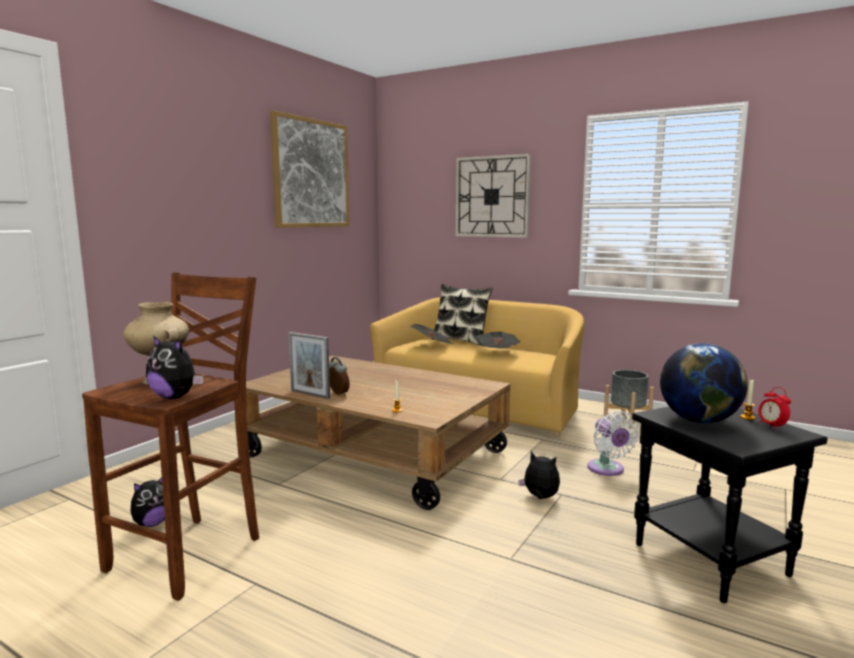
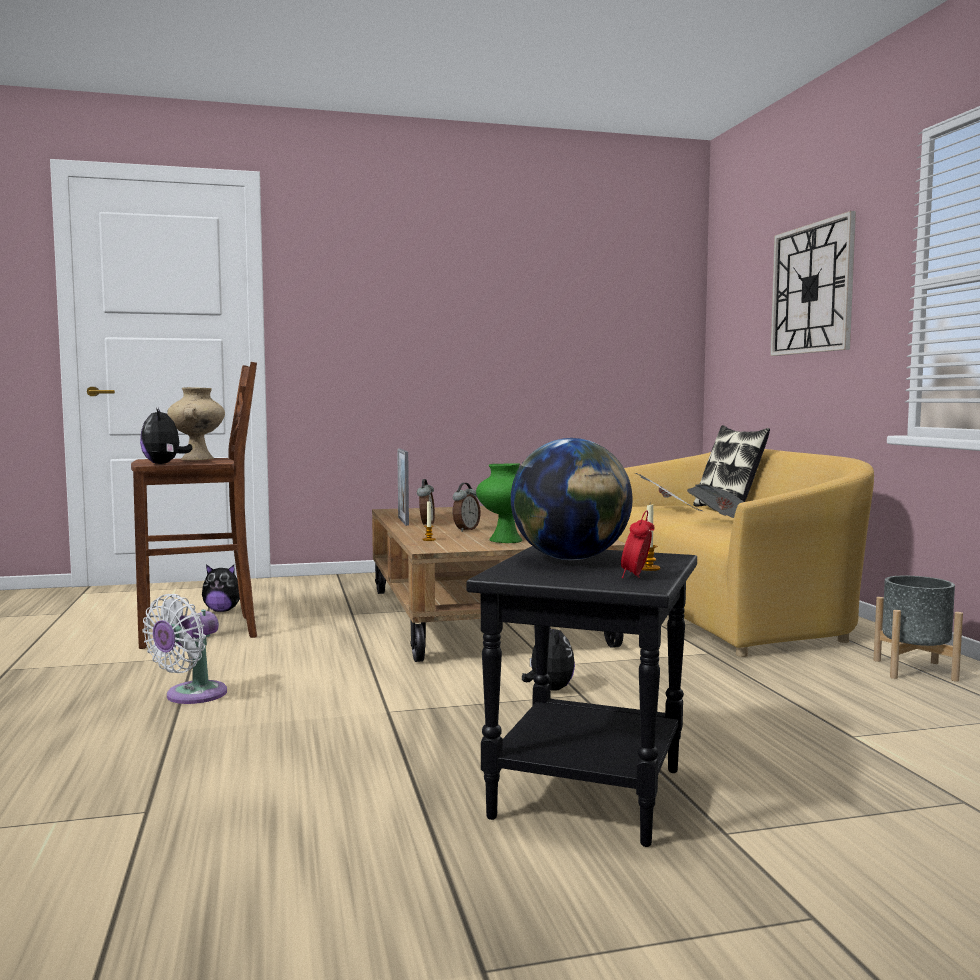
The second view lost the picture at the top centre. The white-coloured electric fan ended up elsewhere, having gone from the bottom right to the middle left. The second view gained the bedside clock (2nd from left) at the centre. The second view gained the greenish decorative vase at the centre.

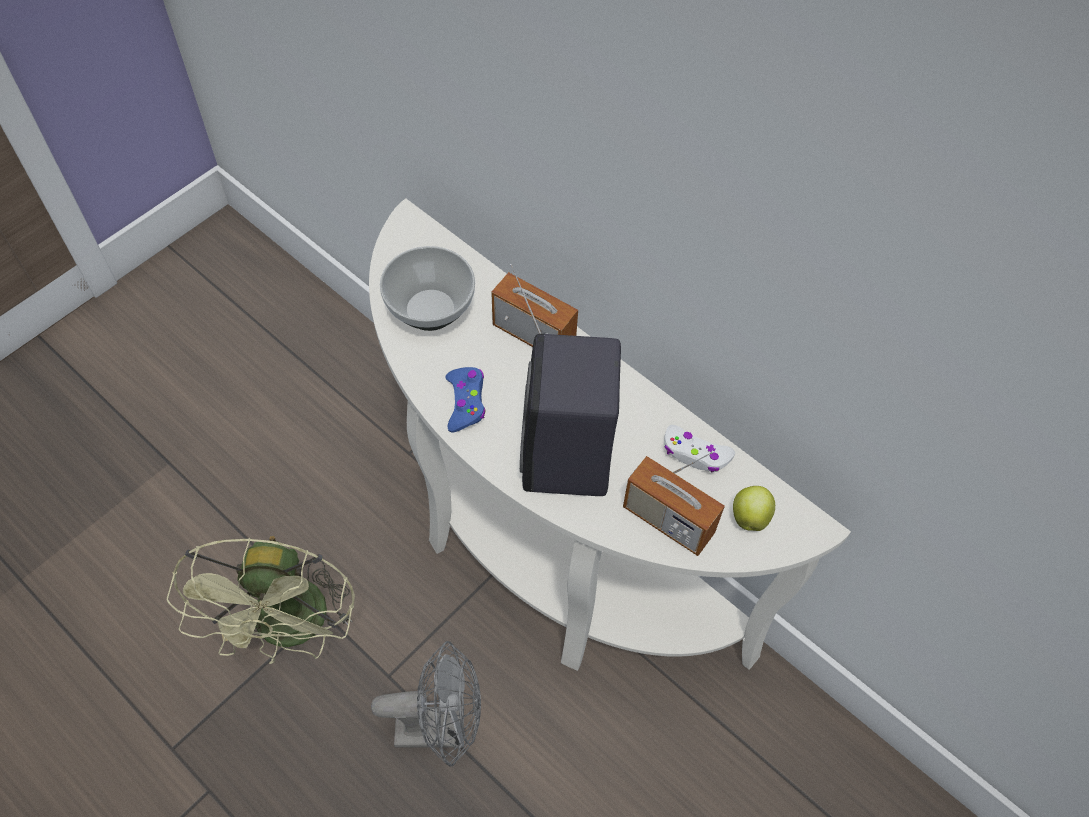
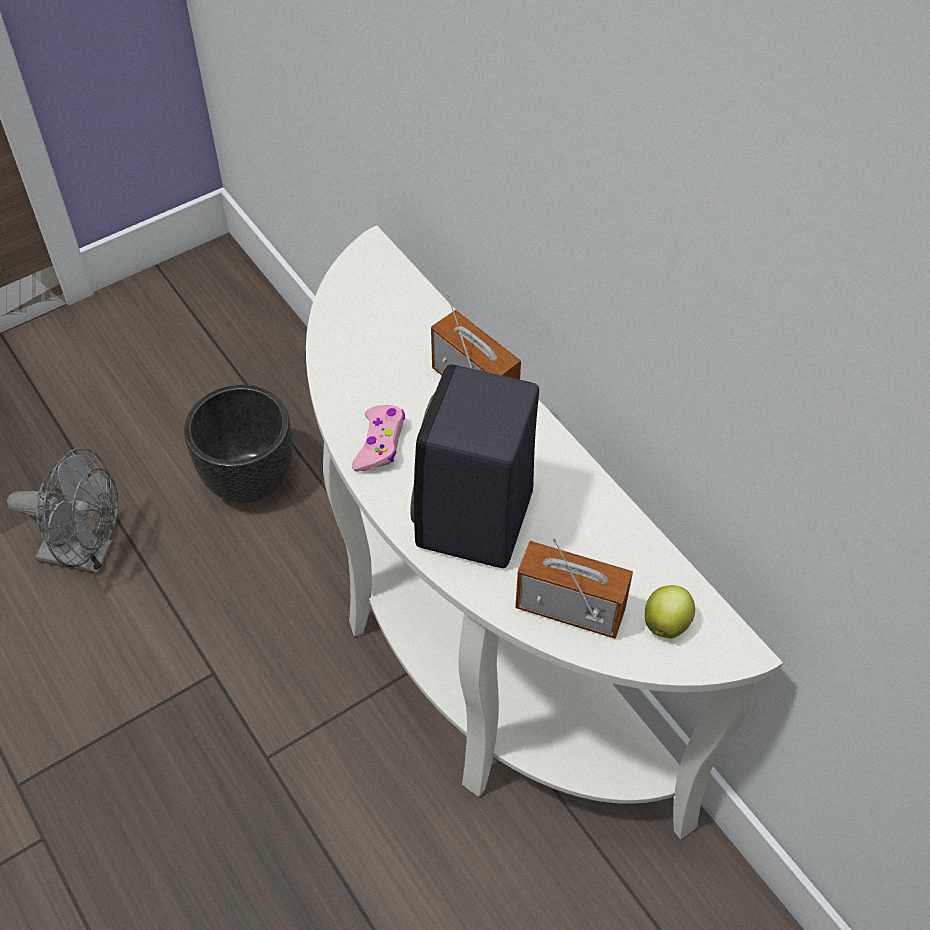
The second view lost the greenish electric fan at the bottom left. The grey electric fan ended up elsewhere, having gone from the bottom centre to the middle left. The second view lost the deep dish at the centre. What was the blue-coloured joypad at the centre turned into the pinkish joypad at the centre. The radio set (2nd from left) at the centre ended up facing another way, 150 degrees clockwise from before. The second view lost the white-coloured joypad at the centre. The second view gained the blackish plant pot at the middle left.

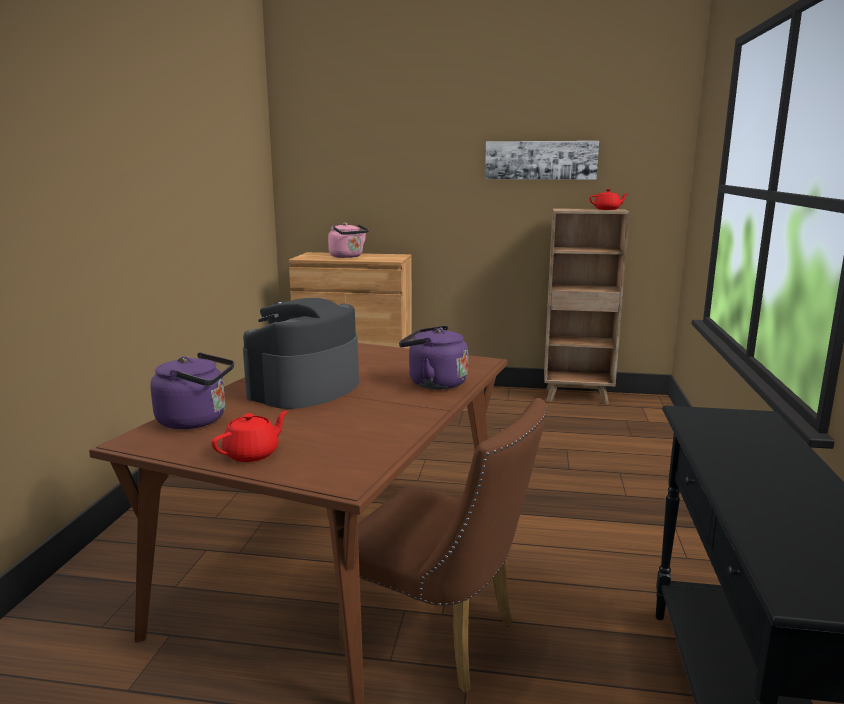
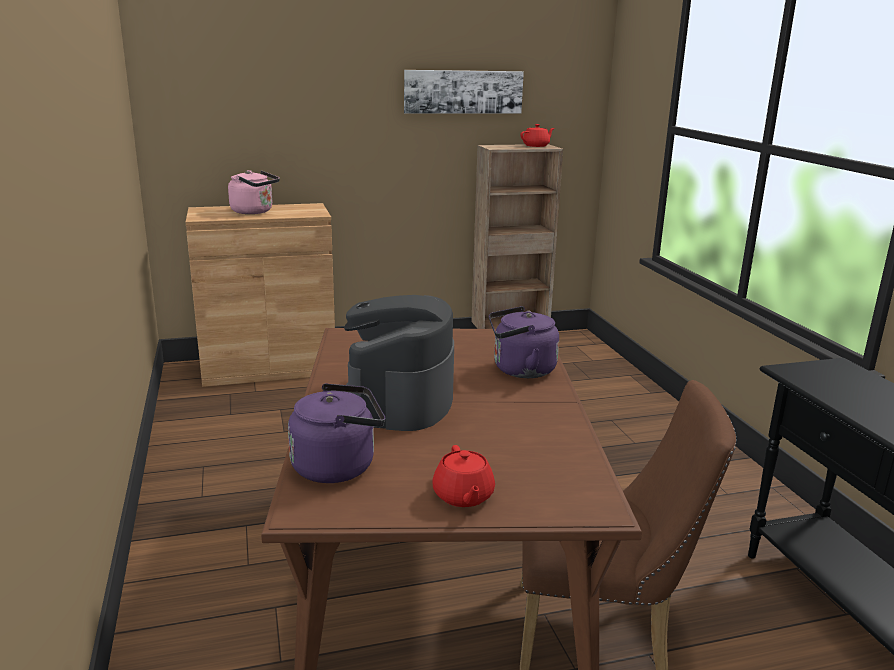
The reddish teapot (1st from left) at the middle left ended up facing another way, 150 degrees clockwise from before.

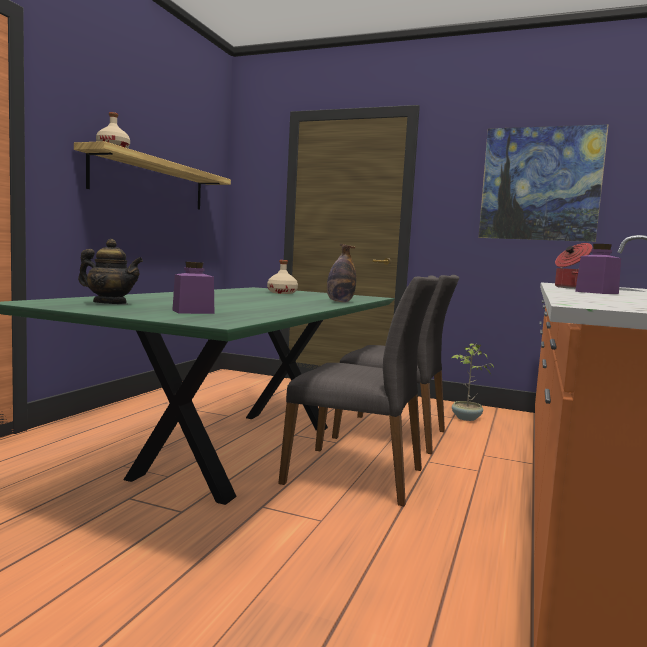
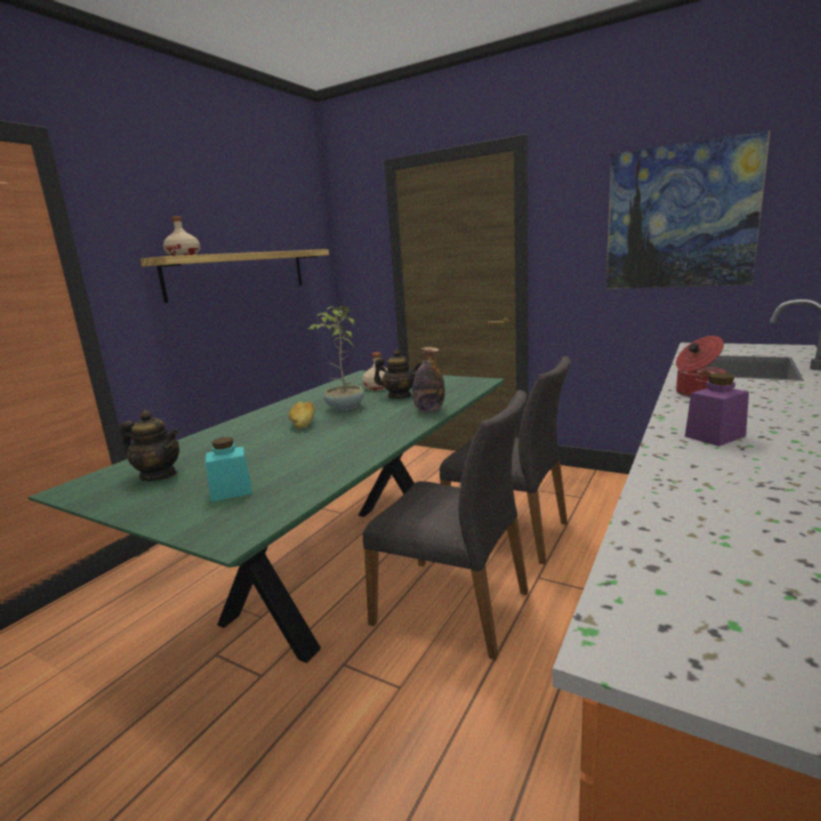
What was the purple-coloured jar (1st from left) at the middle left turned into the turquoise jar at the middle left. The houseplant ended up elsewhere, having gone from the middle right to the centre. The second view gained the baked bread at the centre. The second view gained the teapot (2nd from left) at the centre.

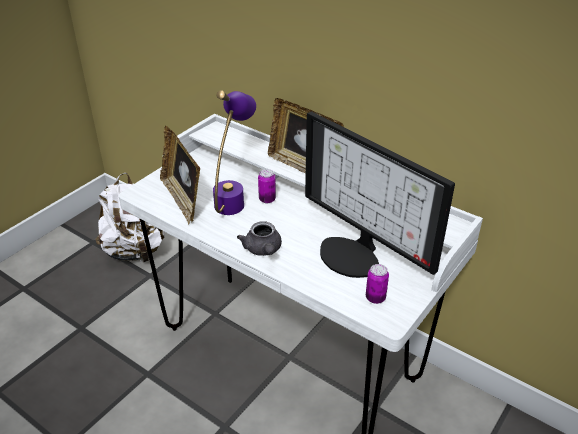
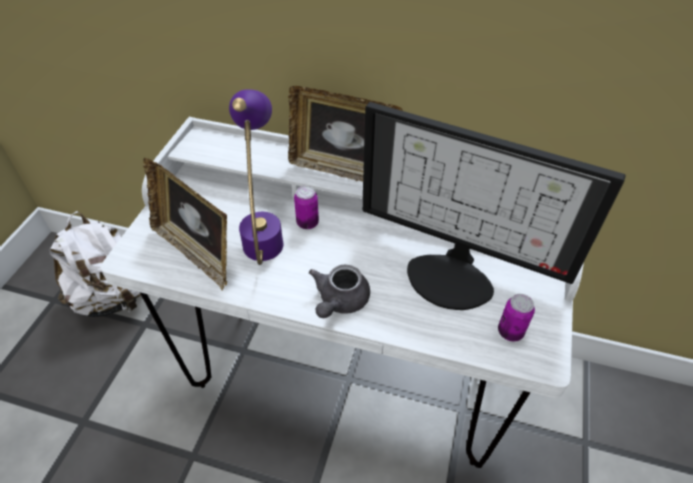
The grey teapot at the centre ended up facing another way, 60 degrees clockwise from before.

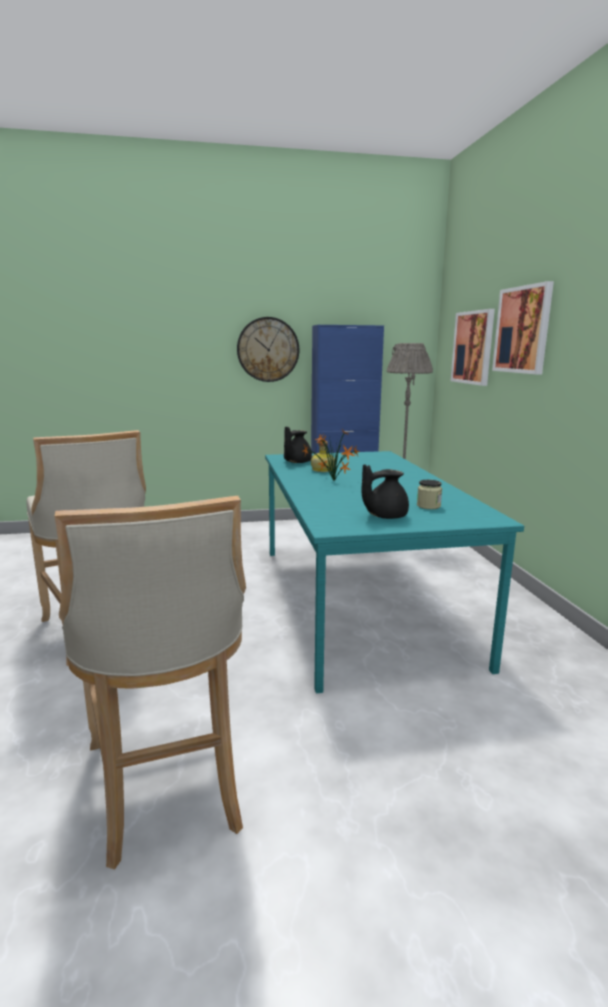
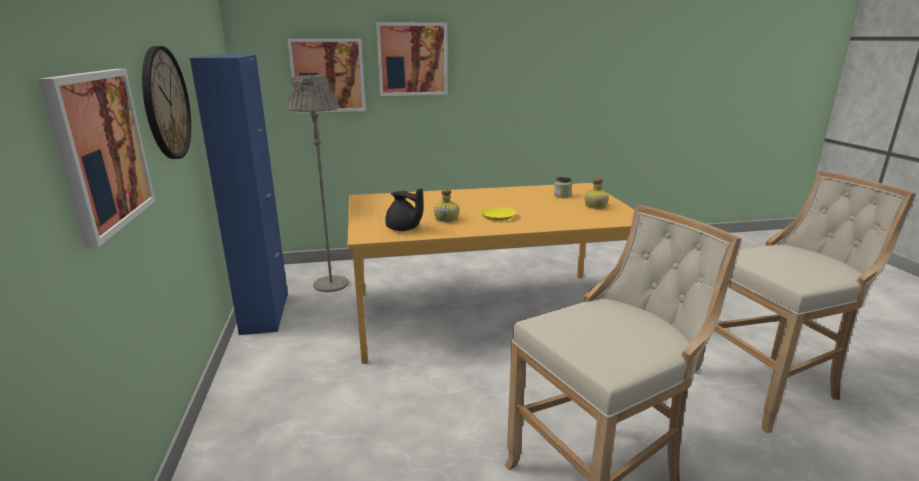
What was the turquoise kitchen table at the centre turned into the orange kitchen table at the centre. Where the houseplant stood at the centre, the yellow-coloured flat dish came to stand at the centre. Where the blackish teapot (2nd from left) stood at the centre, the beverage bottle (2nd from left) came to stand at the centre. The second view gained the picture (1st from left) at the top left.

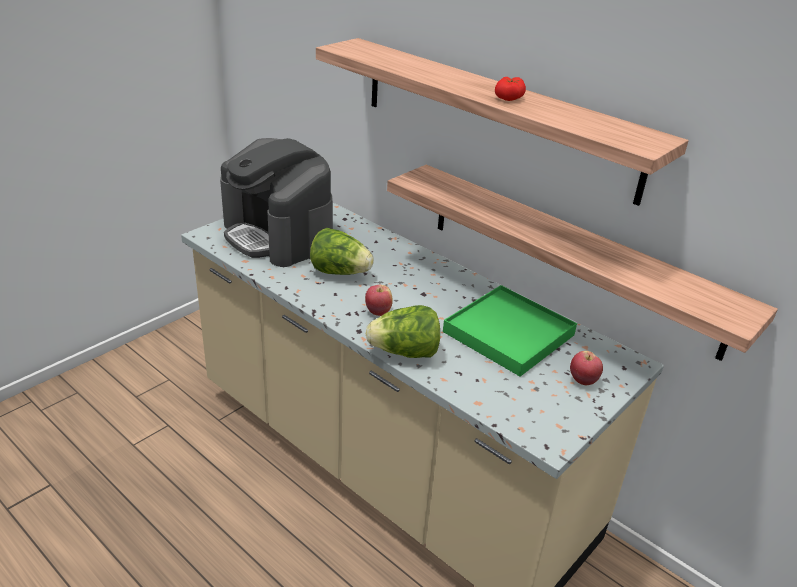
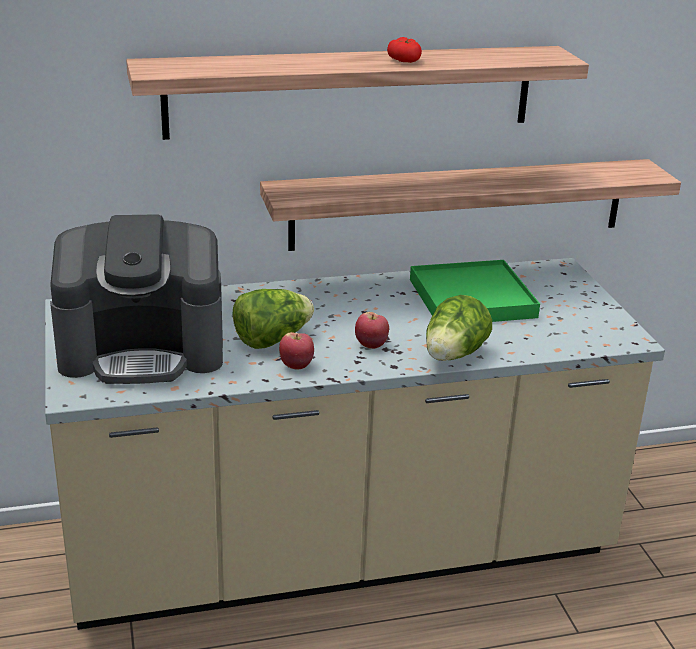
The apple fruit (2nd from left in the first image) ended up elsewhere, having gone from the middle right to the centre.

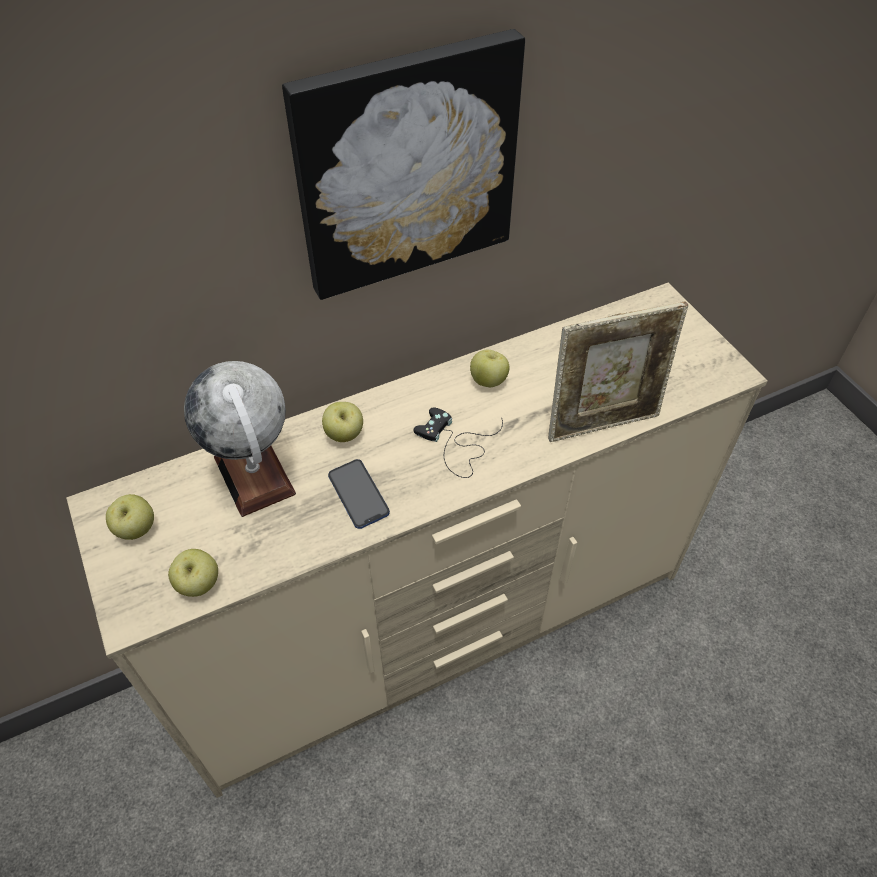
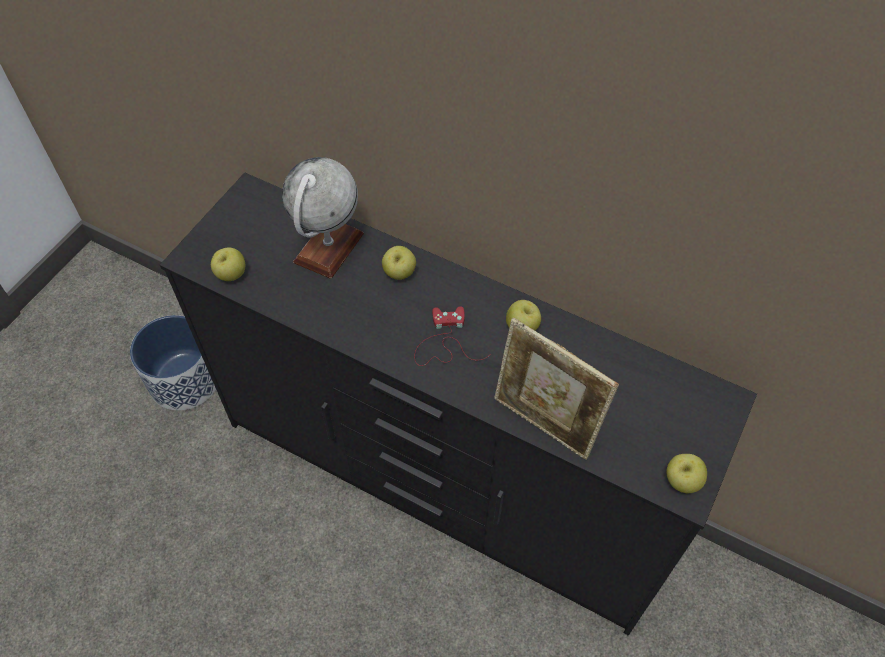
What was the sand-coloured drawer chest at the centre turned into the blackish drawer chest at the centre. The apple fruit (1st from left in the first image) ended up elsewhere, having gone from the middle left to the bottom right. The second view lost the picture at the top centre. The second view lost the handset at the centre. What was the blackish joypad at the centre turned into the reddish joypad at the centre. The second view gained the plant pot at the middle left.

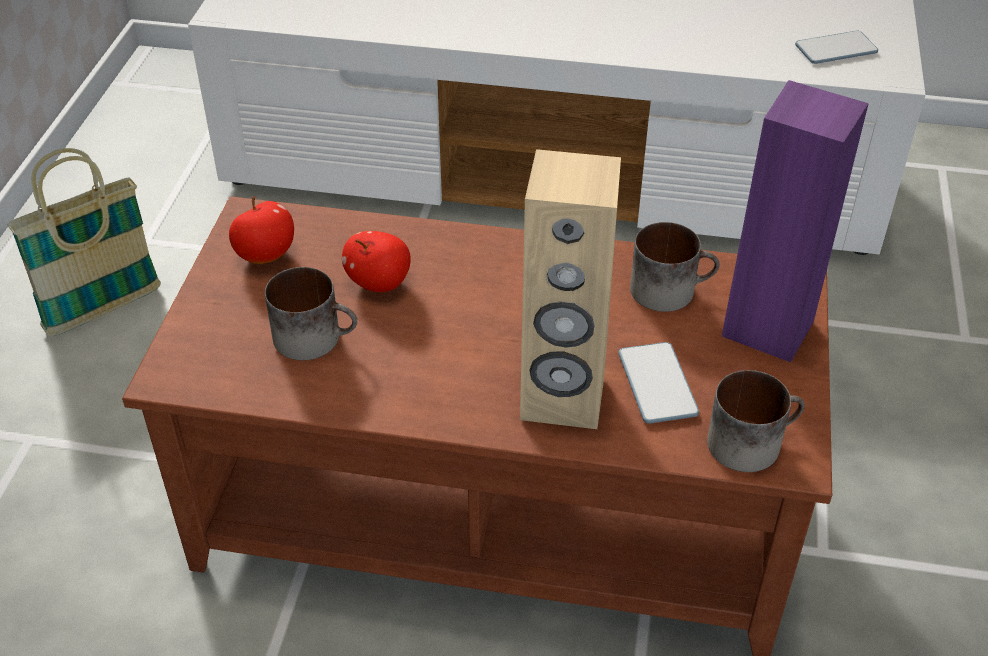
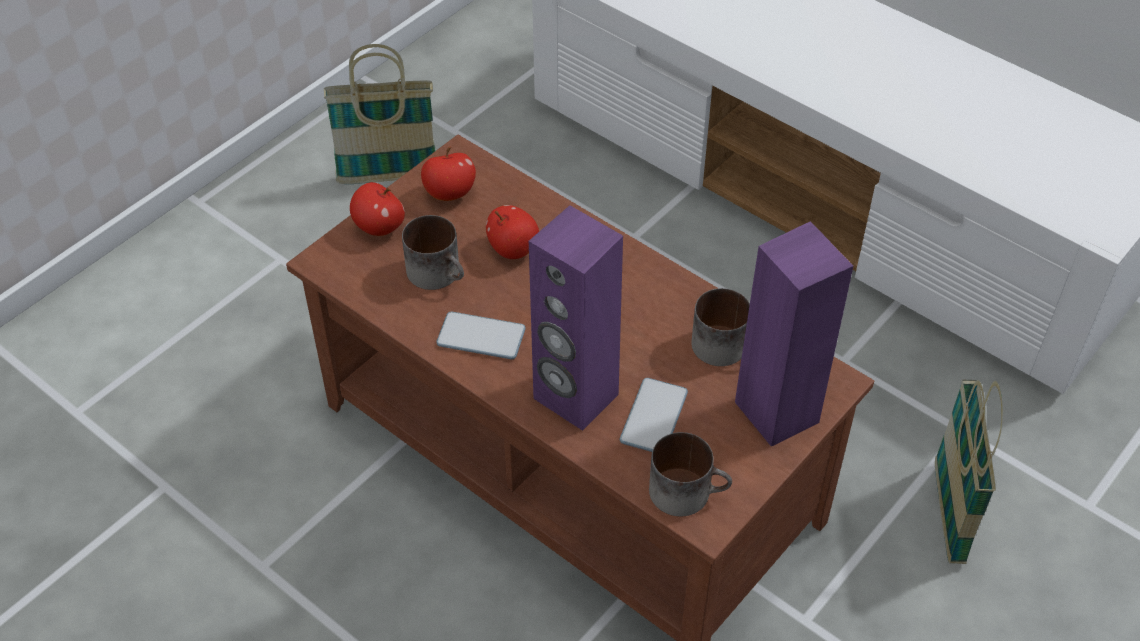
What was the sand-coloured speaker at the centre turned into the purple-coloured speaker (1st from left) at the centre. The handset (2nd from left in the first image) ended up elsewhere, having gone from the top right to the centre. The second view gained the apple fruit (1st from left) at the top left. The second view gained the storage basket (2nd from left) at the bottom right.

